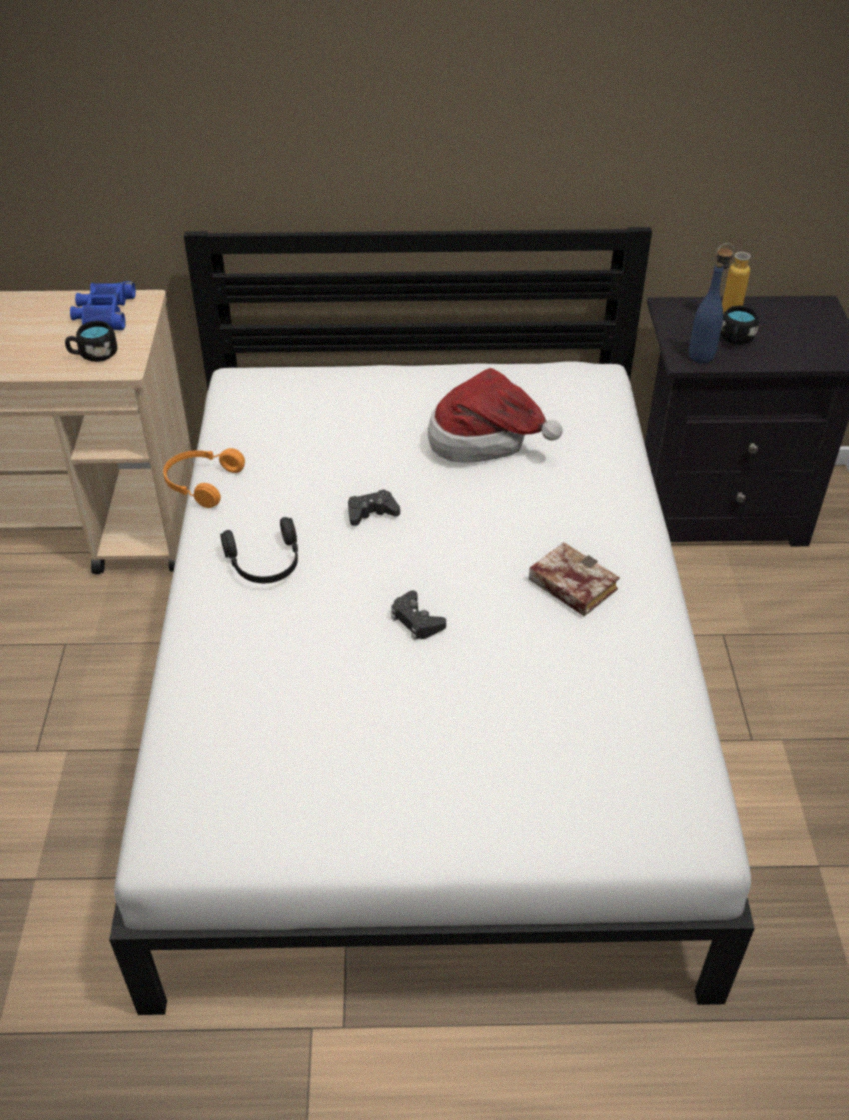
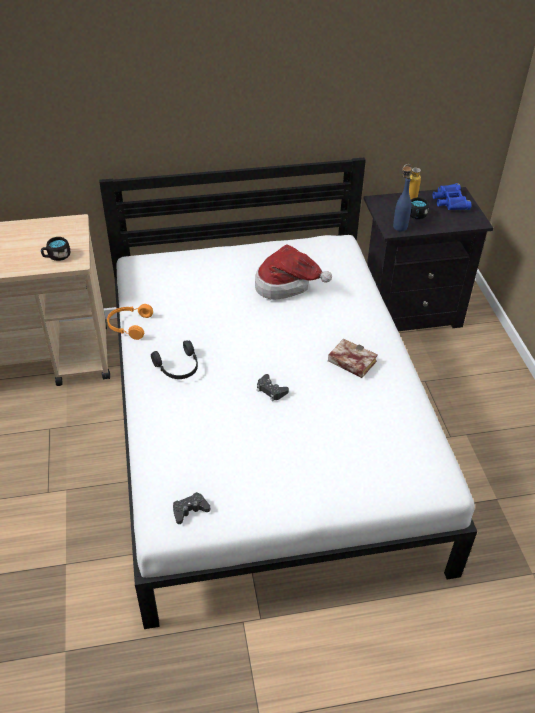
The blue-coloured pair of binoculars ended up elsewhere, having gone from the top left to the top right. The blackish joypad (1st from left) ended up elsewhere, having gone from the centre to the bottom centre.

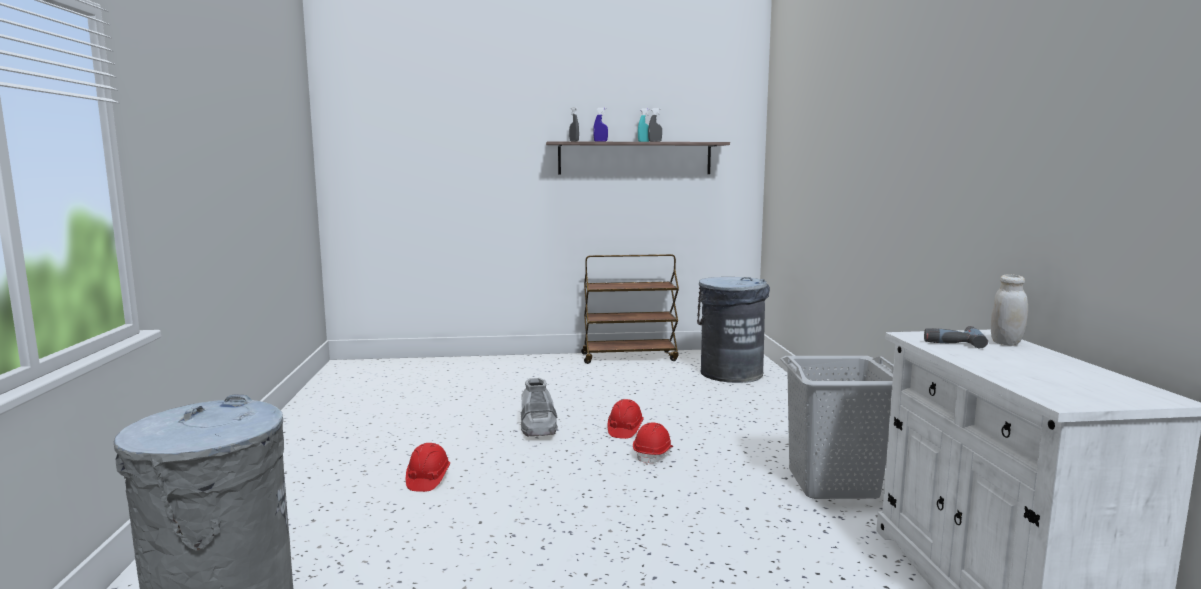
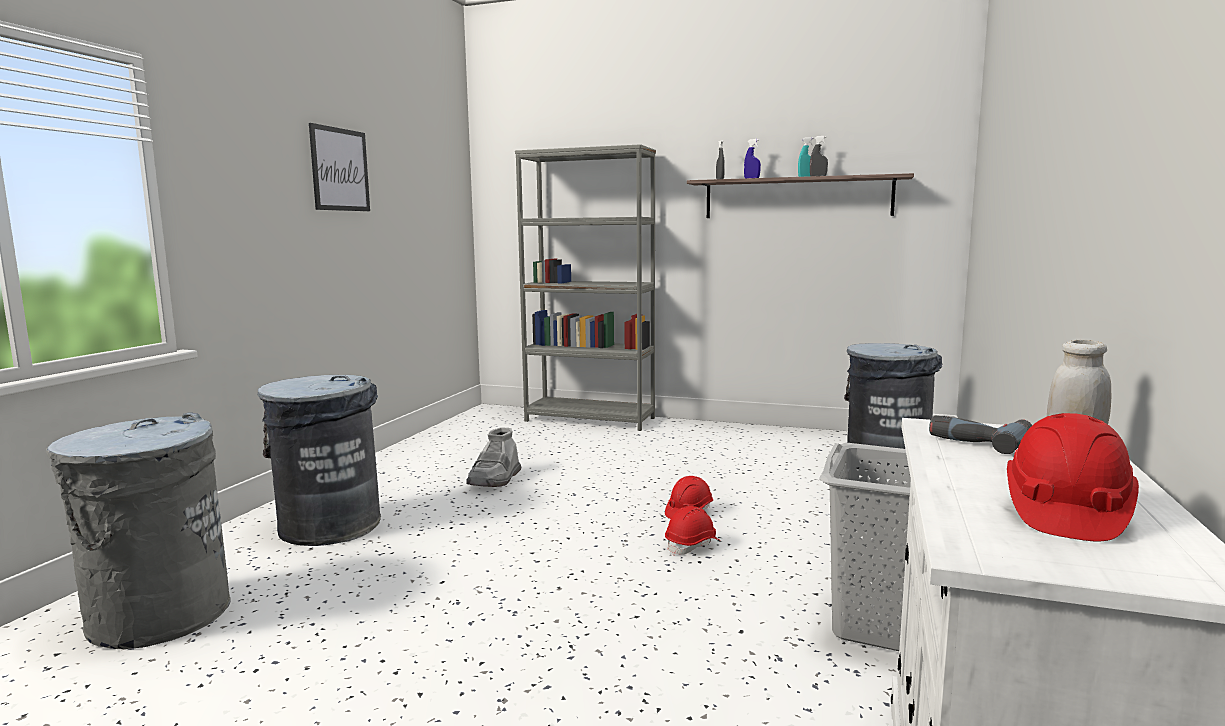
The reddish work helmet (1st from left in the first image) ended up elsewhere, having gone from the bottom centre to the middle right. The grey high-top boot ended up elsewhere, having gone from the bottom centre to the centre. The second view lost the brown-coloured trolley at the centre. The second view gained the grey rubbish bin (2nd from left) at the middle left. The second view gained the picture at the top left. The second view gained the grey bookcase at the centre.

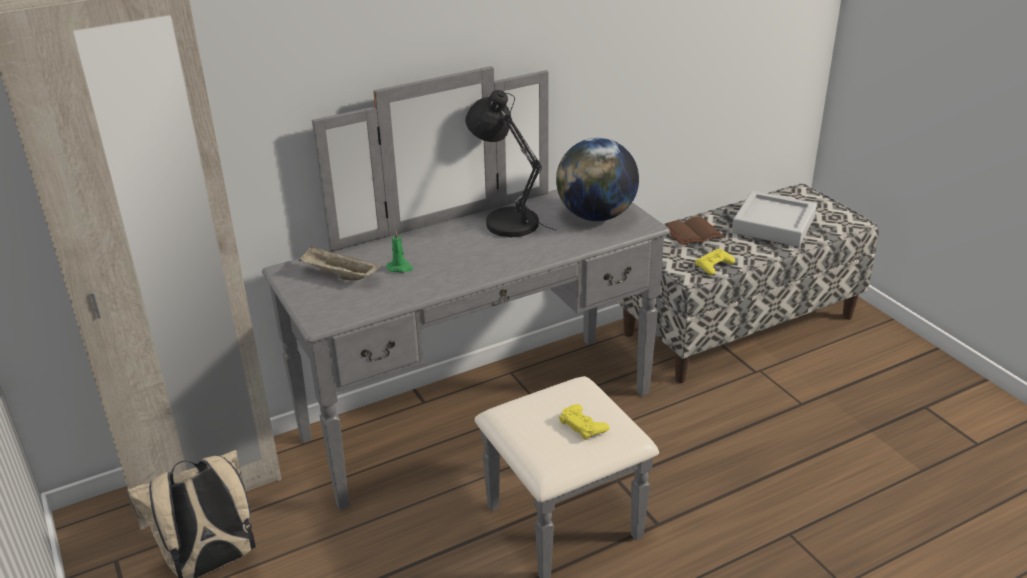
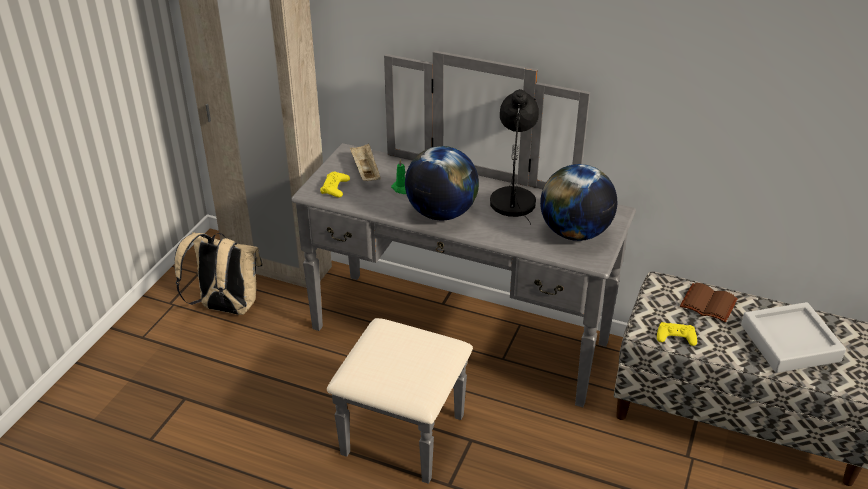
The yellow-coloured joypad (1st from left) ended up elsewhere, having gone from the bottom centre to the centre. The second view gained the world globe (1st from left) at the centre.

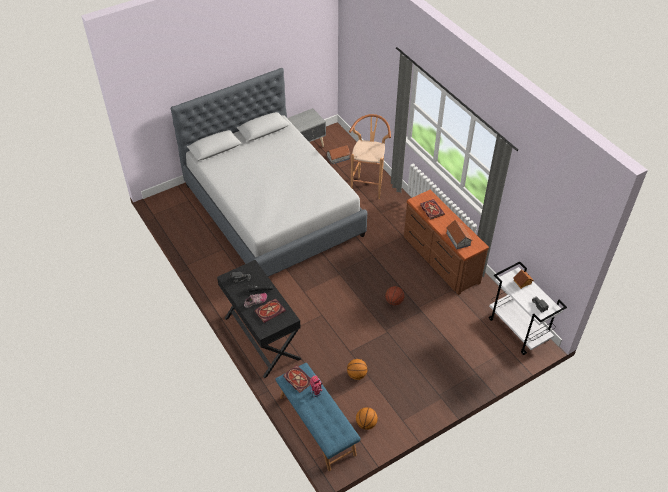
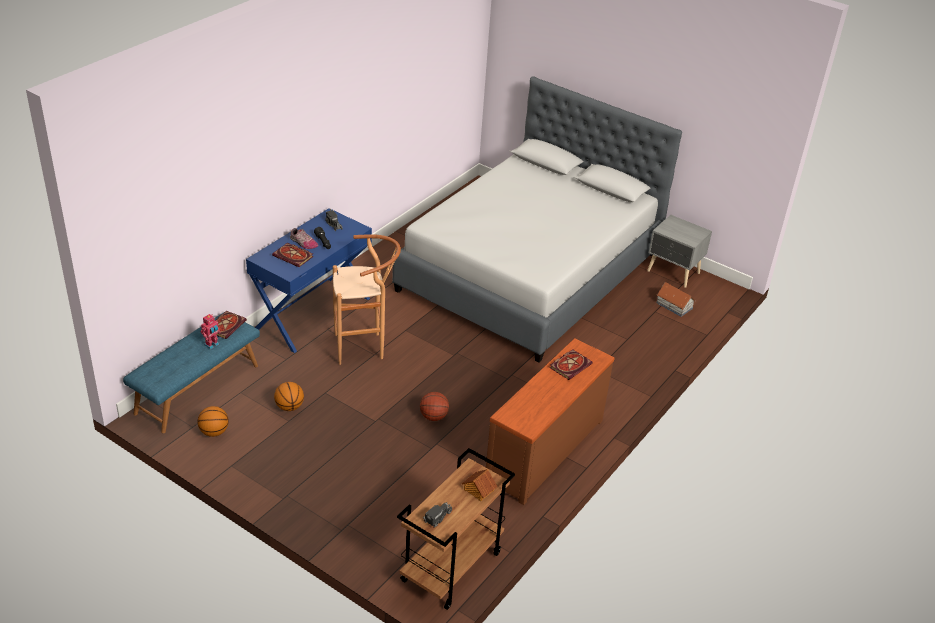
What was the blackish desk unit at the centre turned into the blue-coloured desk unit at the middle left. The brown-coloured stool ended up elsewhere, having gone from the top centre to the centre. The second view lost the miniature house (2nd from left) at the middle right. What was the white-coloured trolley at the middle right turned into the brown-coloured trolley at the bottom centre.

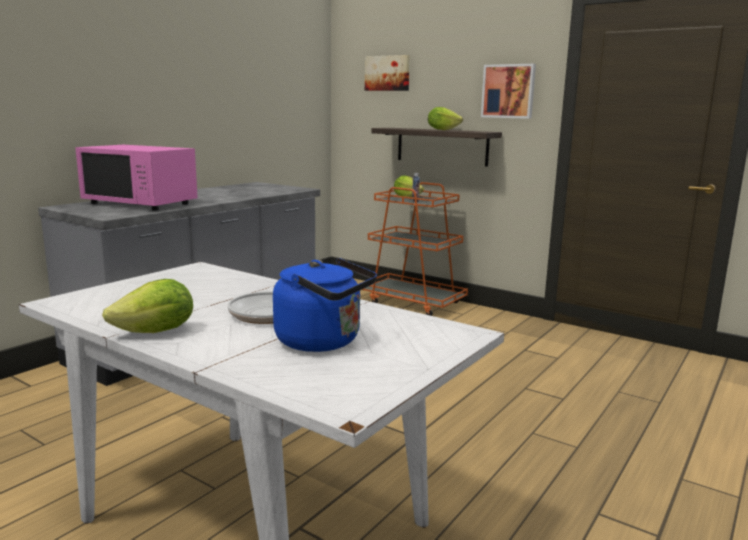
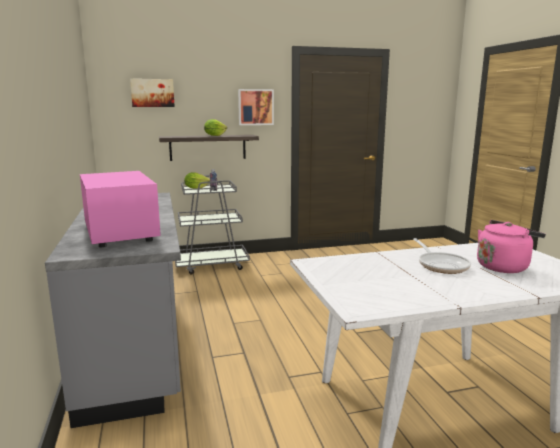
The pinkish microwave oven at the top left ended up facing another way, 90 degrees counterclockwise from before. The second view lost the lettuce (1st from left) at the middle left. What was the blue-coloured kettle at the centre turned into the pinkish kettle at the middle right. What was the orange trolley at the centre turned into the grey trolley at the centre.

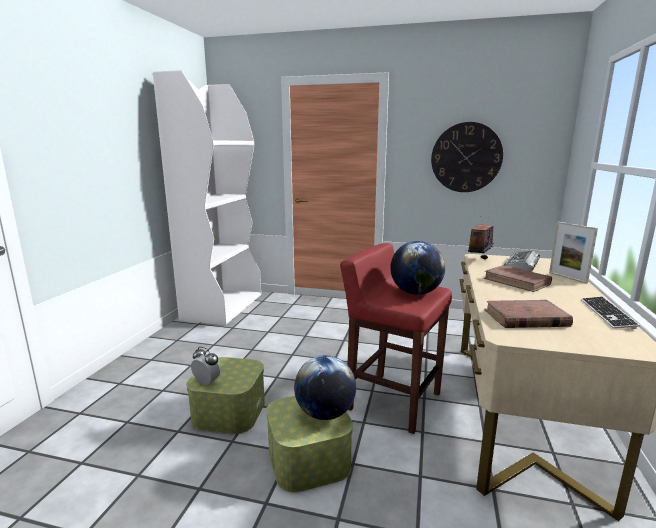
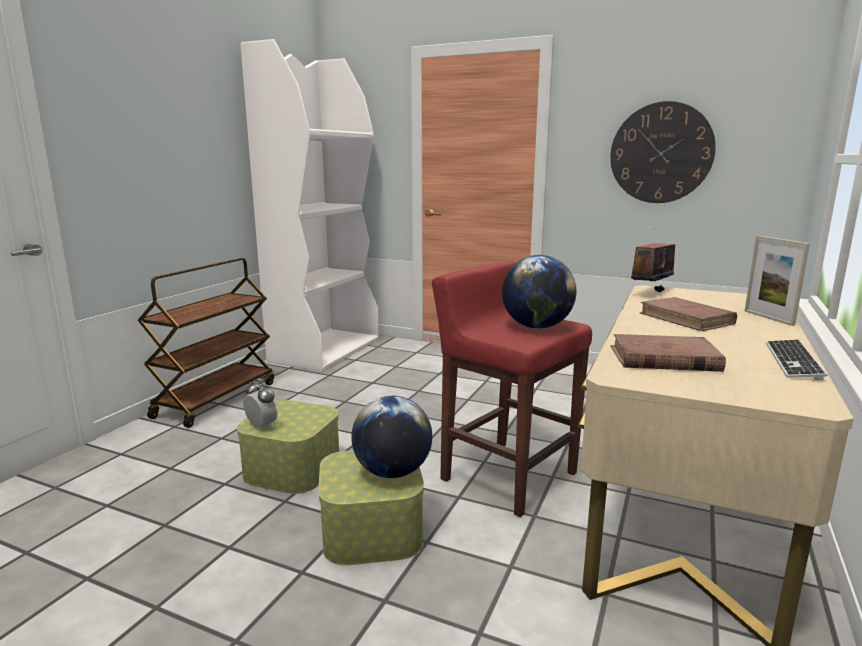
The second view lost the computer keyboard (1st from left) at the middle right. The second view gained the brown-coloured trolley at the middle left.

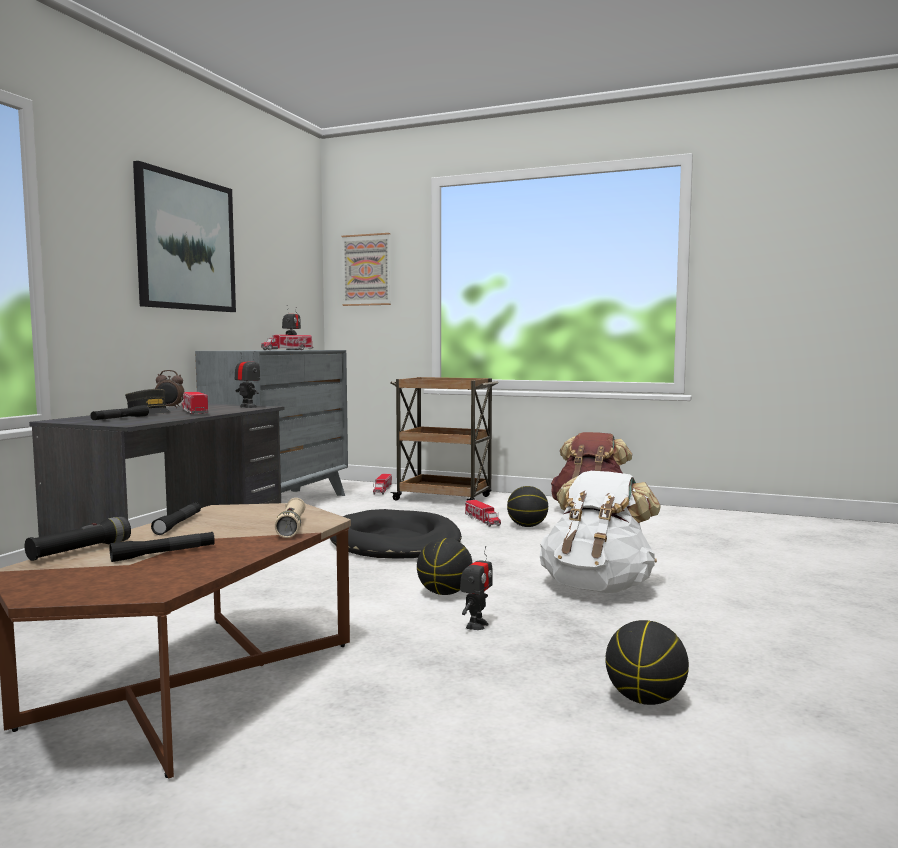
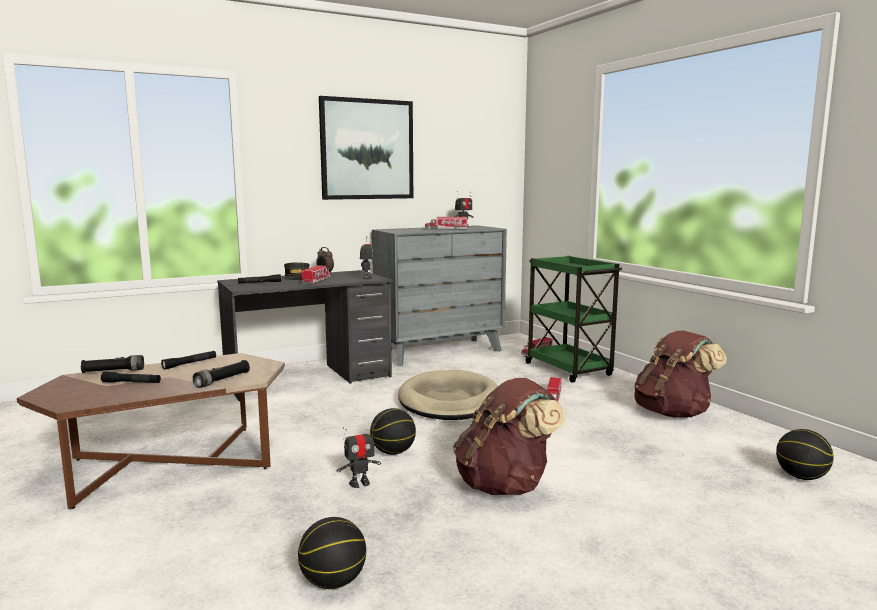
What was the sand-coloured torch at the middle left turned into the blackish torch (4th from left) at the middle left. What was the blackish dog cushion at the centre turned into the sand-coloured dog cushion at the centre. The second view lost the picture (2nd from left) at the top centre. What was the brown-coloured trolley at the centre turned into the greenish trolley at the centre. The ball for basketball (2nd from left in the first image) ended up elsewhere, having gone from the centre to the bottom right. What was the white-coloured knapsack at the middle right turned into the brown-coloured knapsack (1st from left) at the bottom centre.

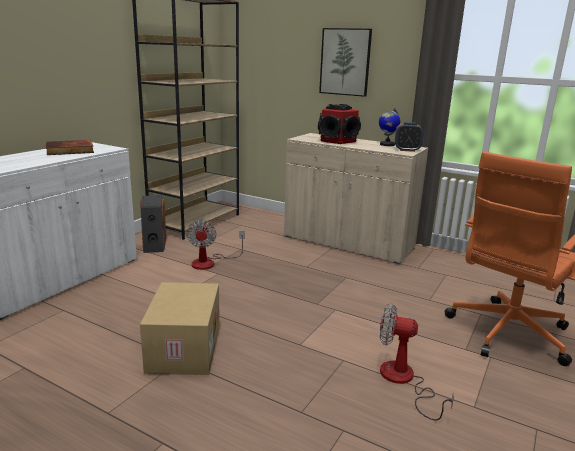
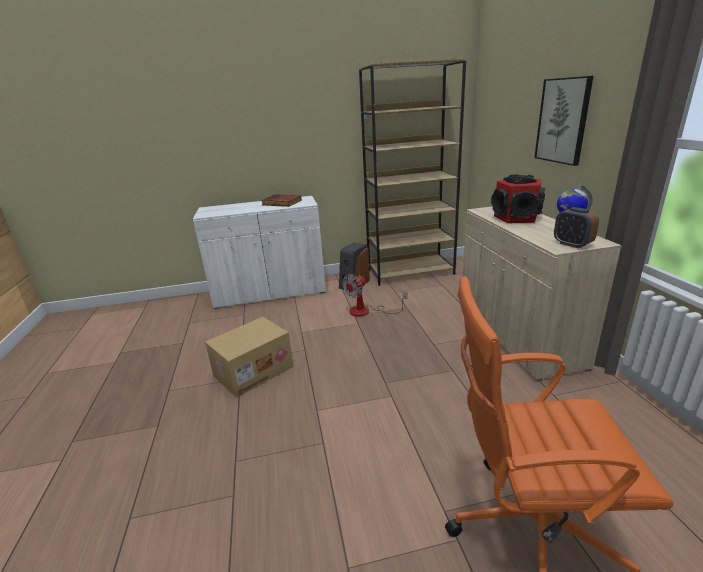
The second view lost the electric fan (2nd from left) at the bottom right.

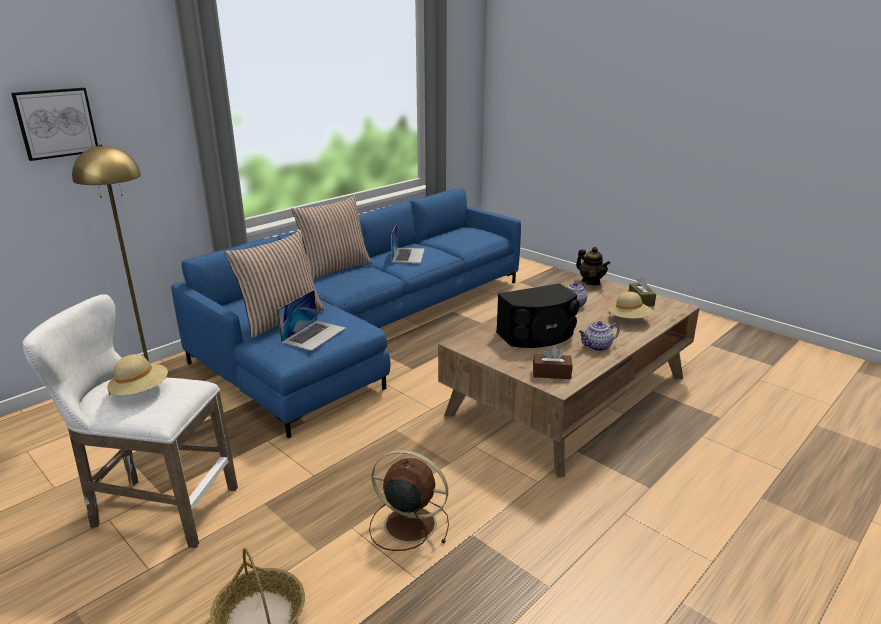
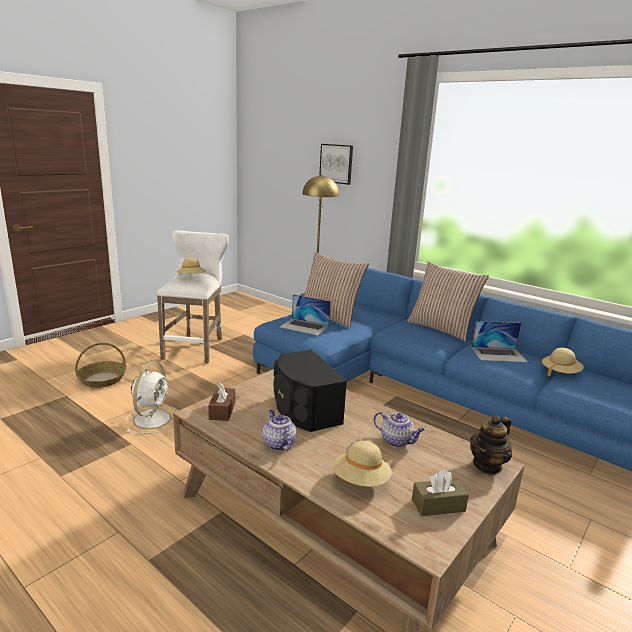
What was the brown-coloured electric fan at the bottom centre turned into the white-coloured electric fan at the middle left. The second view gained the sand-coloured hat (3rd from left) at the middle right.

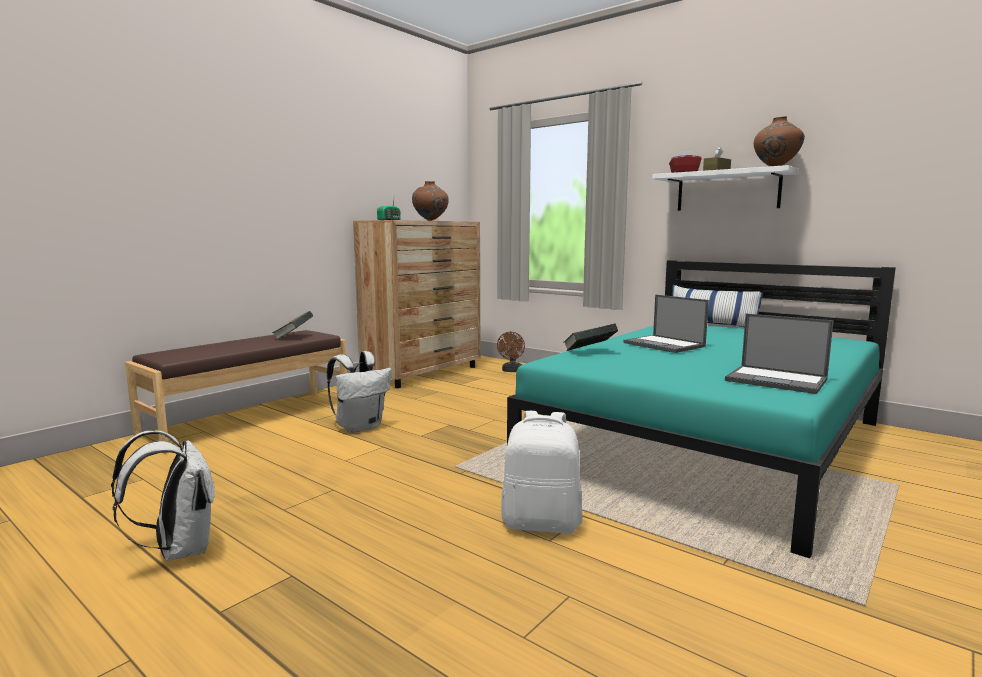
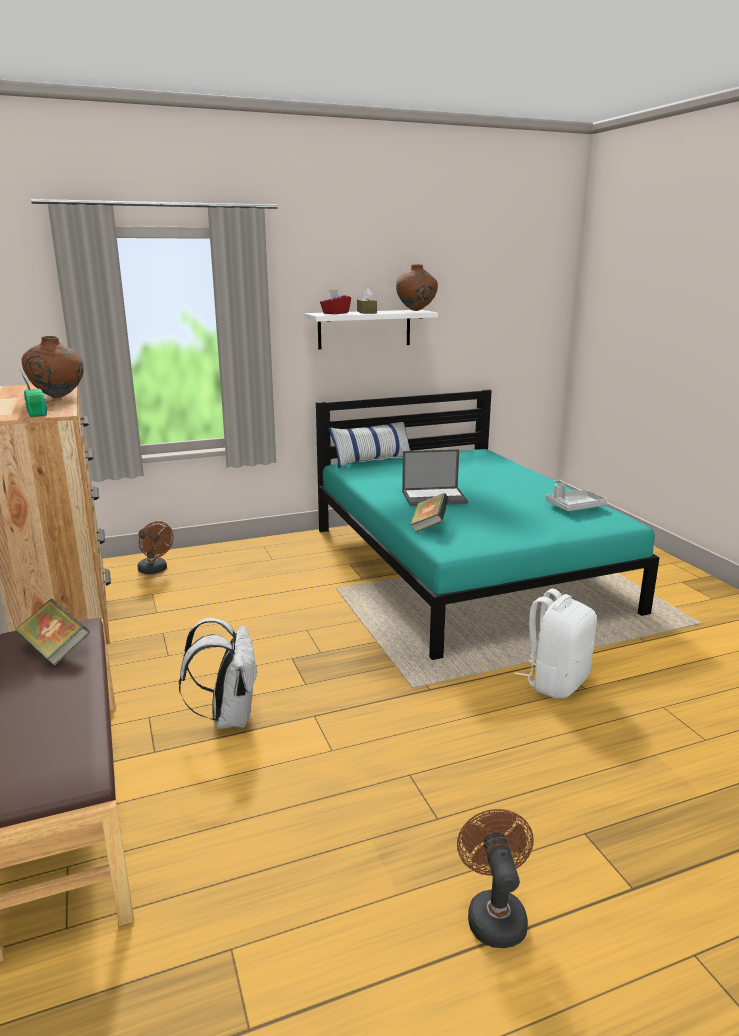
Where the white-coloured knapsack (1st from left) stood at the bottom left, the brown-coloured electric fan (2nd from left) came to stand at the bottom right. Where the notebook computer (2nd from left) stood at the middle right, the grey serving tray came to stand at the middle right.

